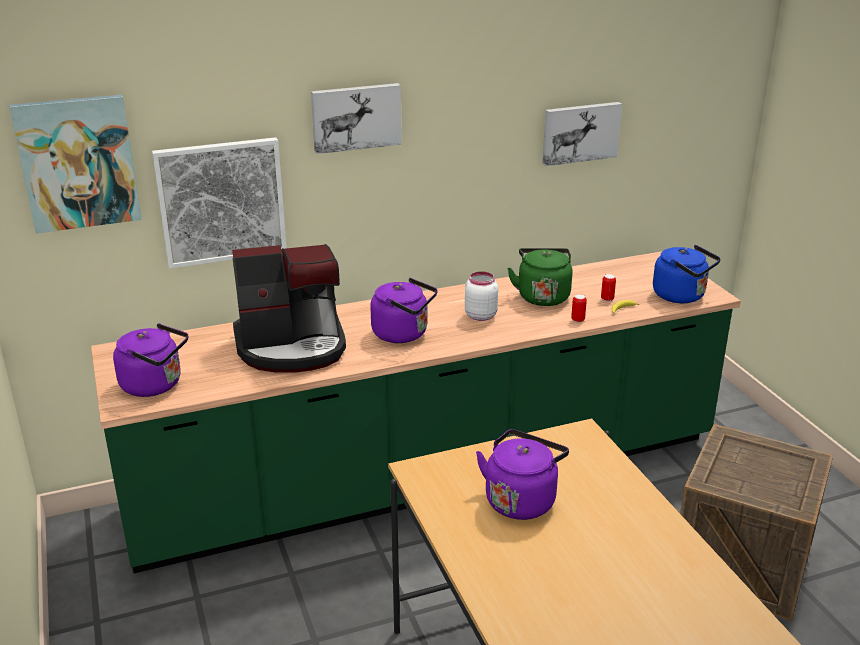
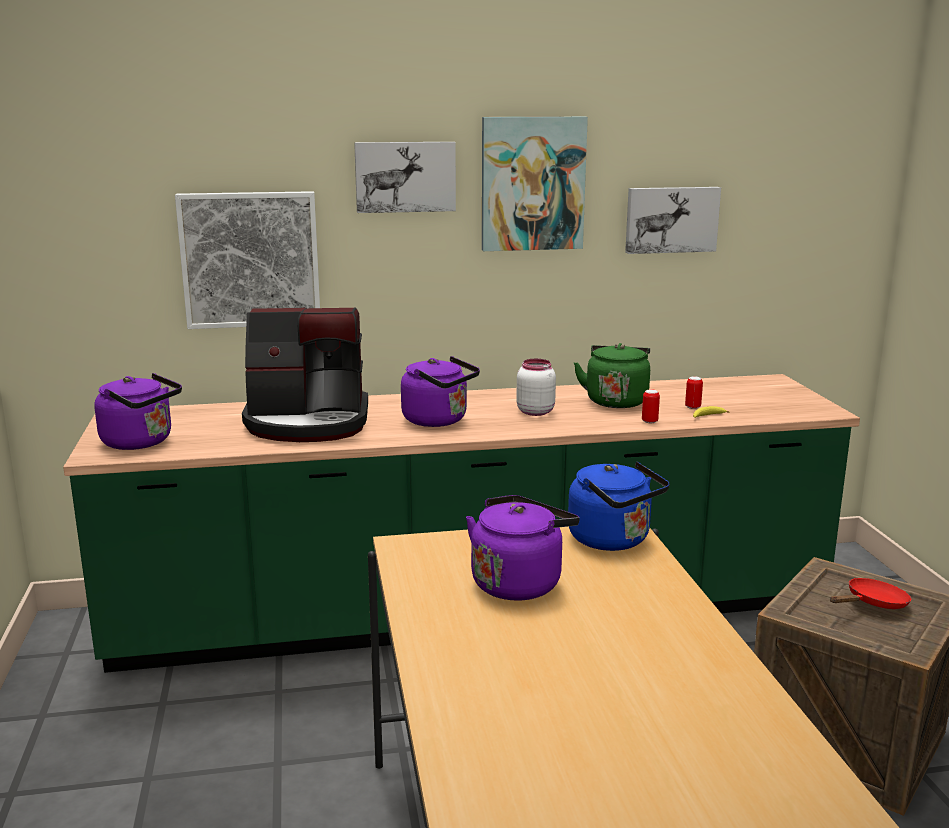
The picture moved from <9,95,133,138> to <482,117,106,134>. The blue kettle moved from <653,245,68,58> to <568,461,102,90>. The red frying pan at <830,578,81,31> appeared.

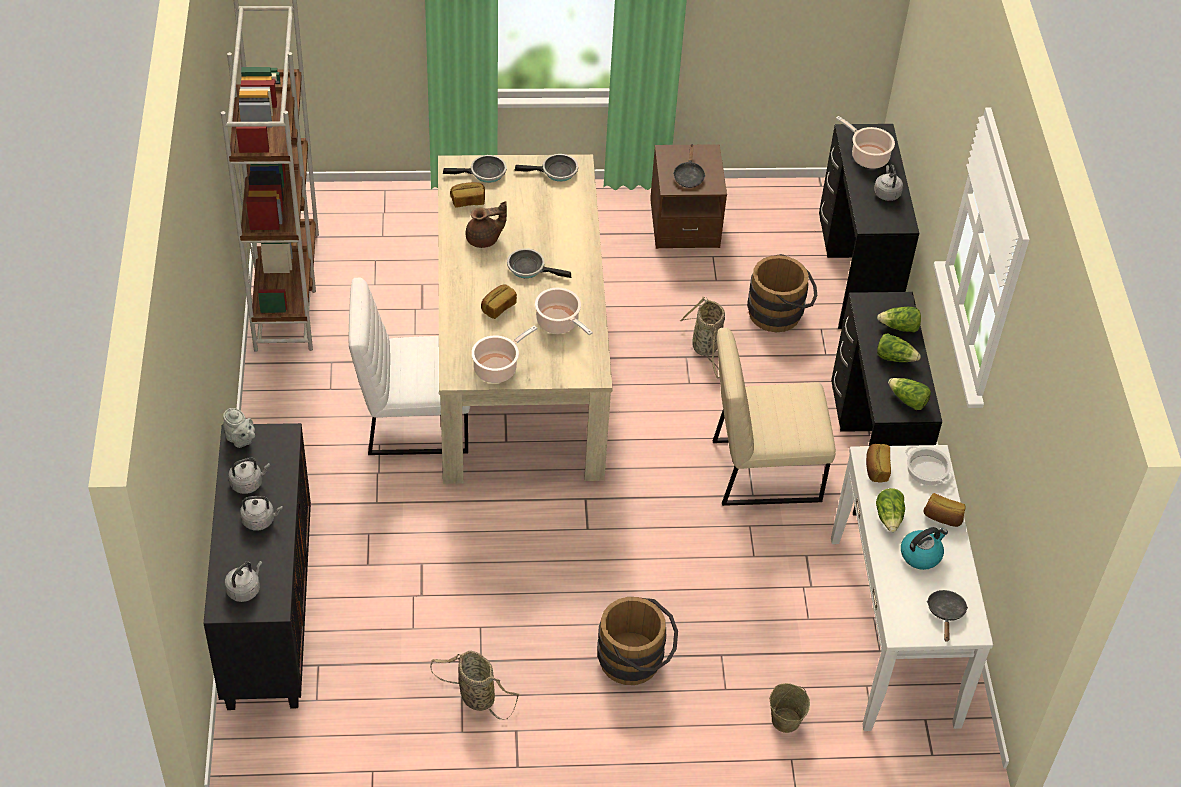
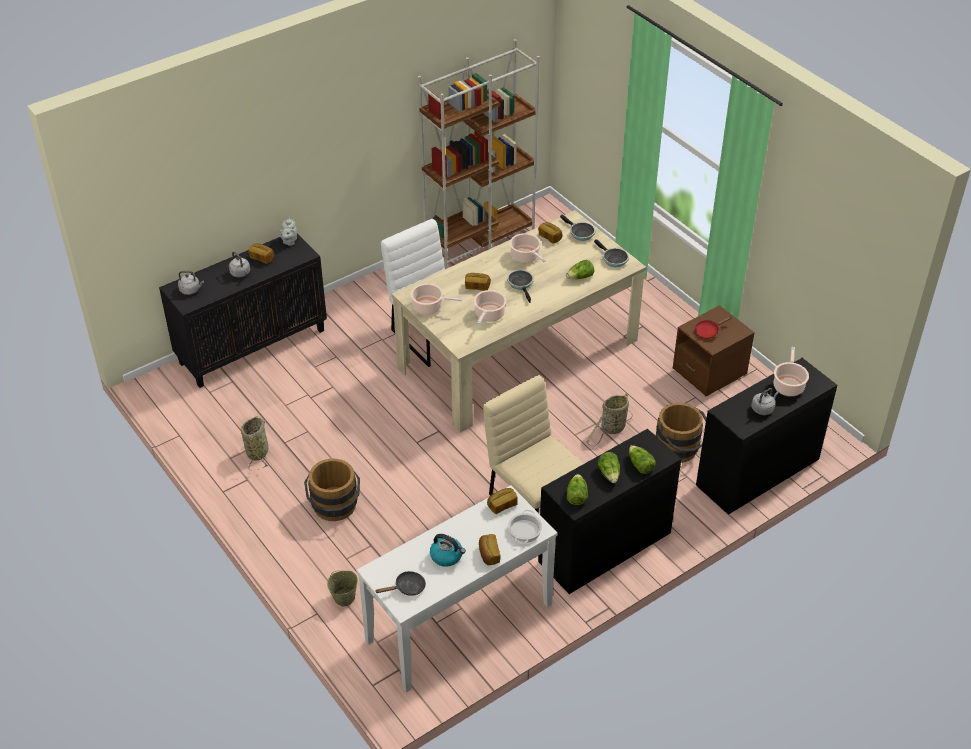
The grey kettle at <228,457,42,37> was replaced by the bread at <248,244,26,20>. The brown teapot at <466,201,41,47> was replaced by the cooking pot at <510,233,36,30>. The lettuce moved from <876,488,29,44> to <566,260,28,19>. The black frying pan at <673,144,32,44> became the red frying pan at <694,316,38,23>.

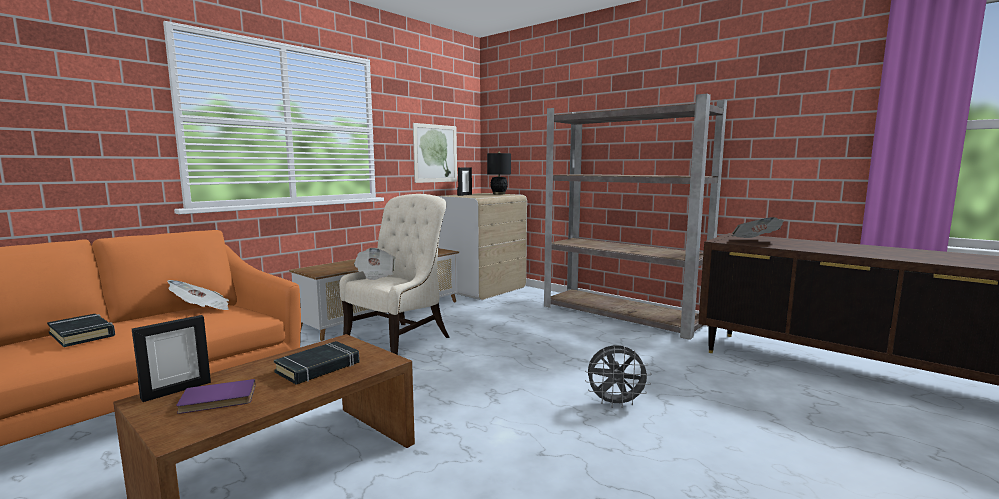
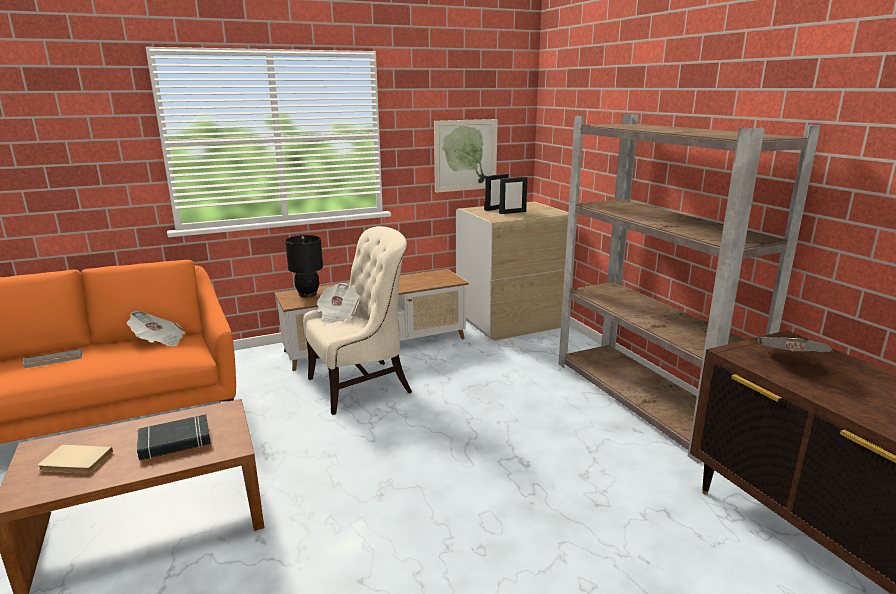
The black book at <47,314,68,33> was replaced by the grey tray at <23,348,59,21>. The purple book at <176,379,80,35> became the beige book at <38,445,75,29>. The black table lamp moved from <487,151,24,43> to <285,235,38,62>. The picture frame moved from <132,315,79,87> to <499,177,29,37>. The grey fan at <585,345,66,63> disappeared.

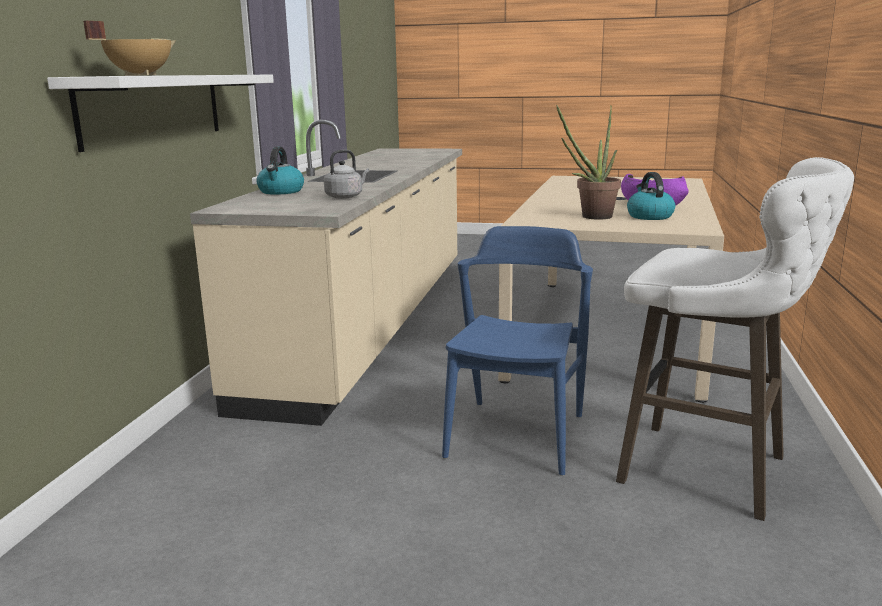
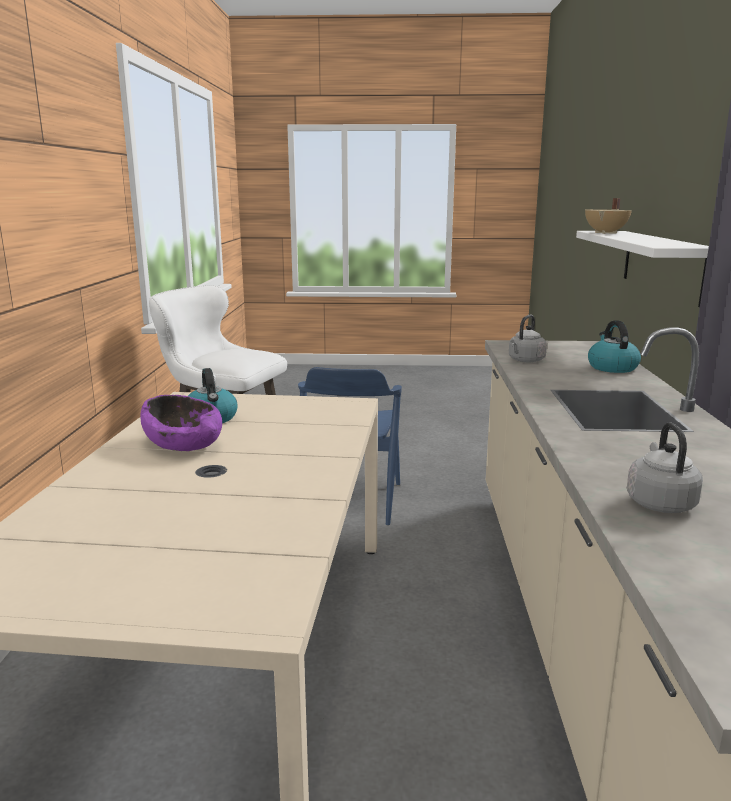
The grey kettle at <627,422,76,91> appeared. The potted plant at <556,105,65,115> disappeared.

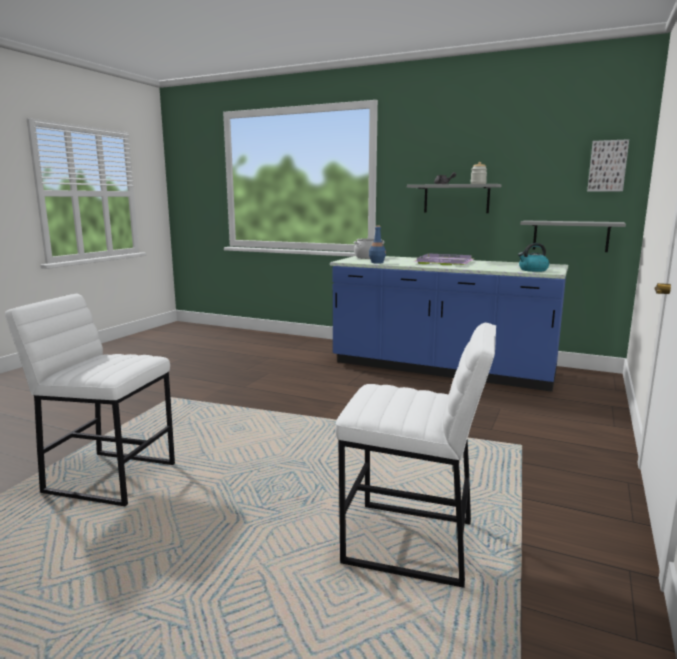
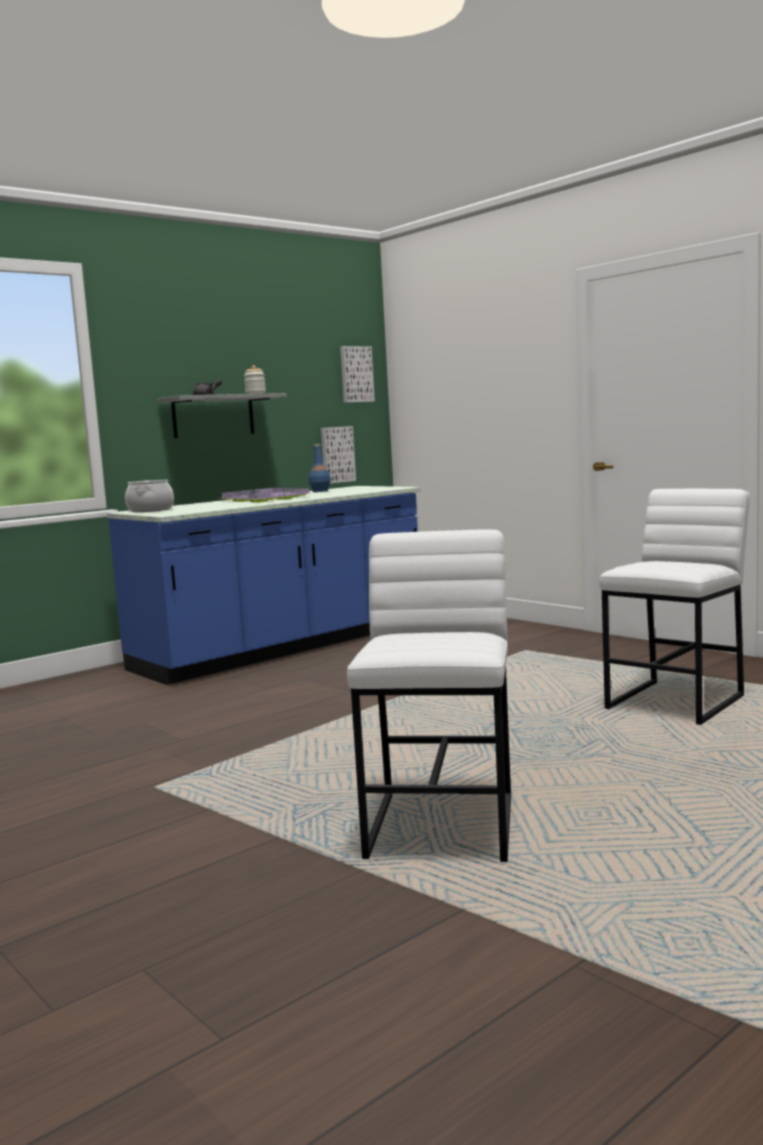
The blue bottle moved from <369,226,17,38> to <309,444,22,48>. The grey shelf at <520,220,106,32> was replaced by the picture at <321,426,35,58>. The white chair at <5,294,170,212> turned 150 degrees clockwise. The kettle at <518,243,31,29> disappeared.

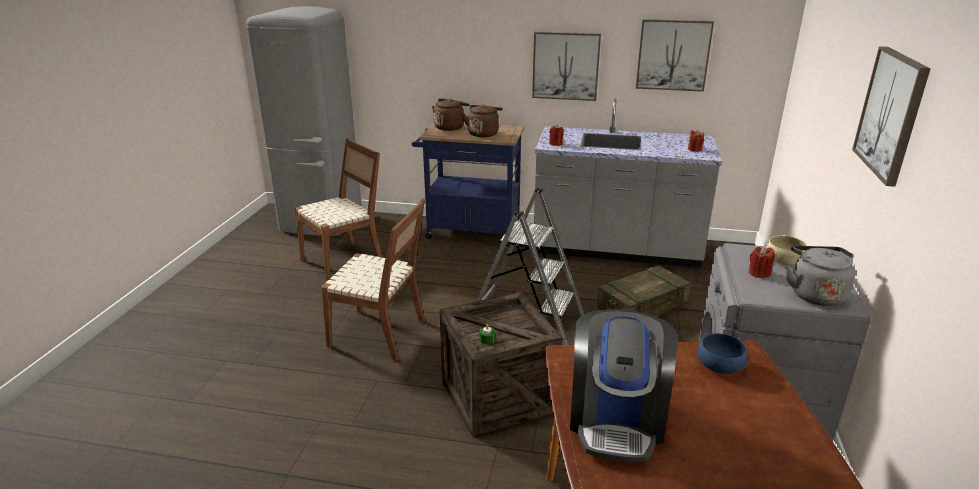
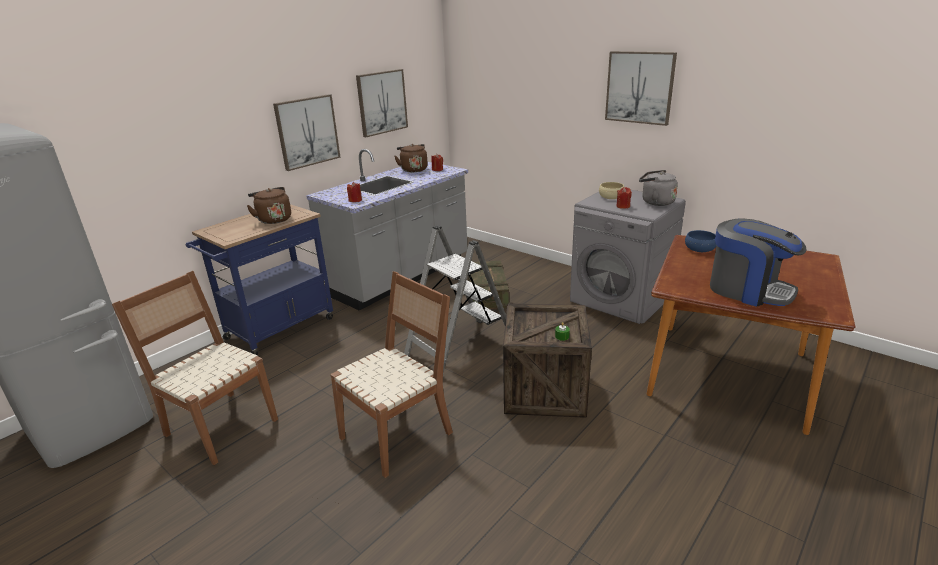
The chair at <295,138,88,143> turned 45 degrees counterclockwise. The brown kettle moved from <432,99,37,32> to <395,144,33,28>.

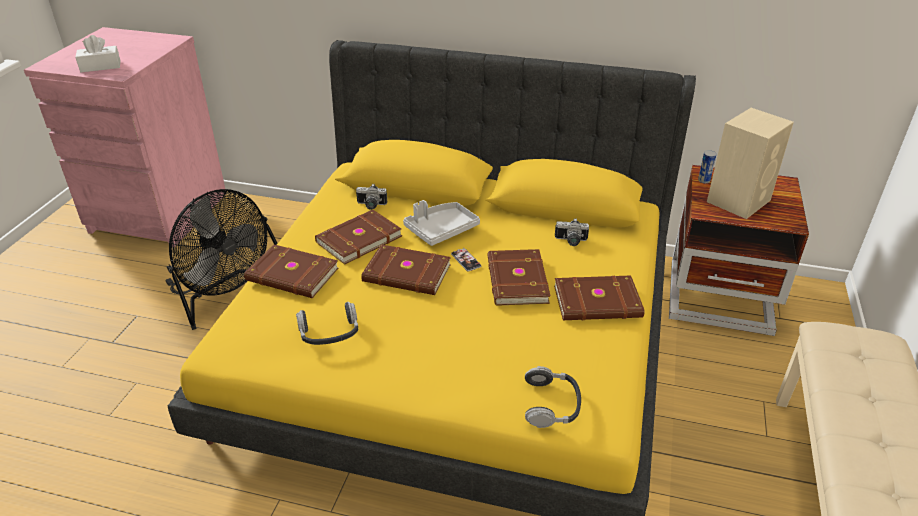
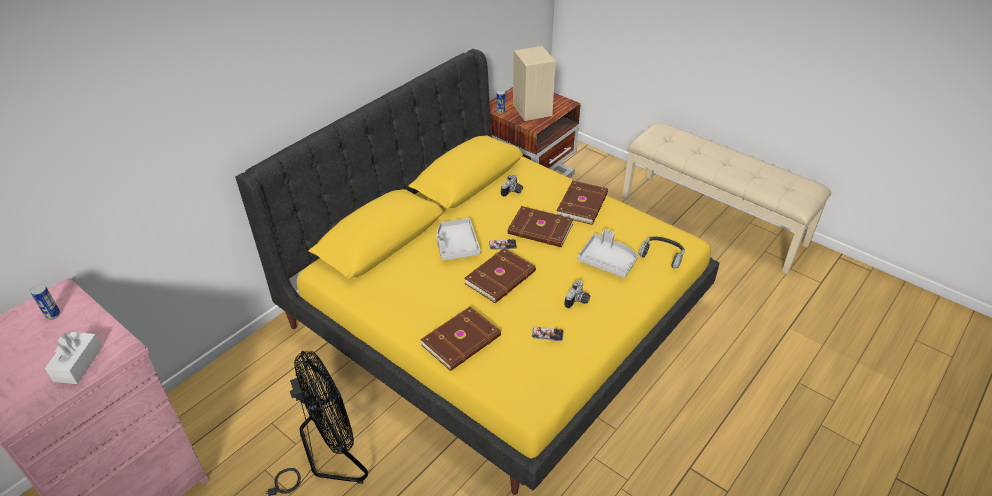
The can at <30,284,30,36> appeared. The headphones at <296,302,62,43> was replaced by the phone at <532,326,32,15>. The photo camera moved from <356,184,31,26> to <564,280,26,29>. The grey tray at <577,229,61,49> appeared. The brown book at <315,210,87,54> disappeared.

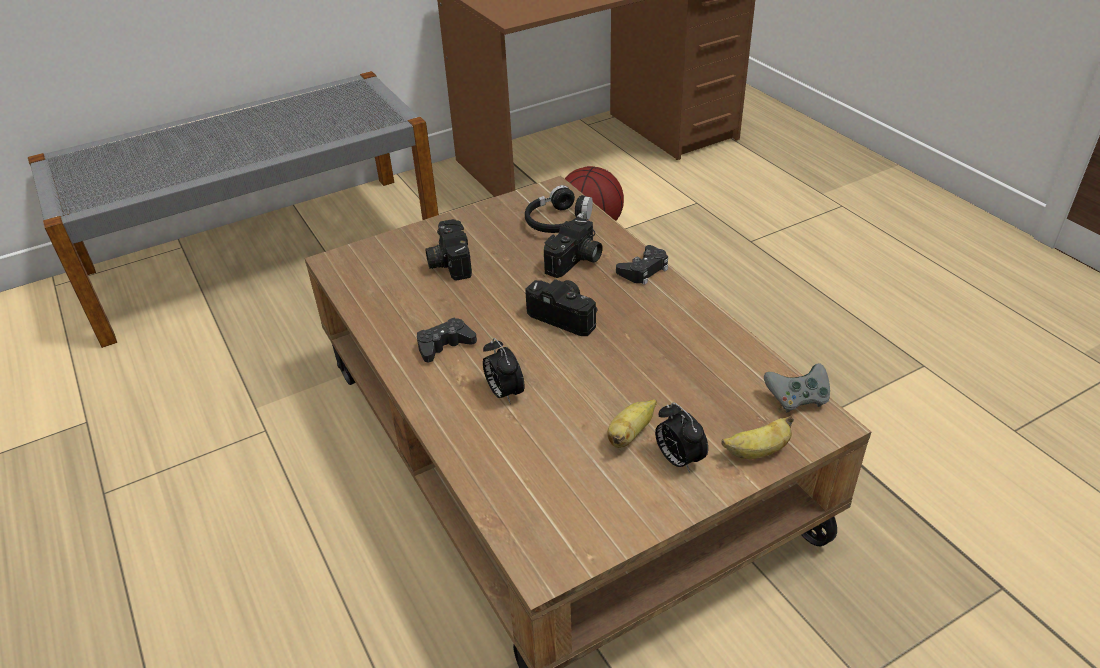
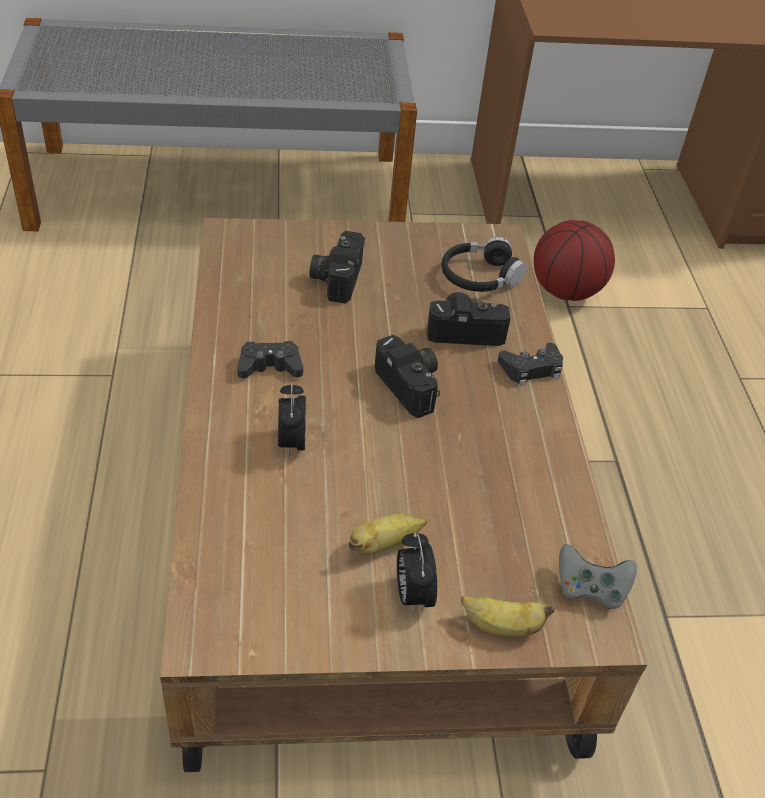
The photo camera at <544,218,59,60> turned 150 degrees counterclockwise.

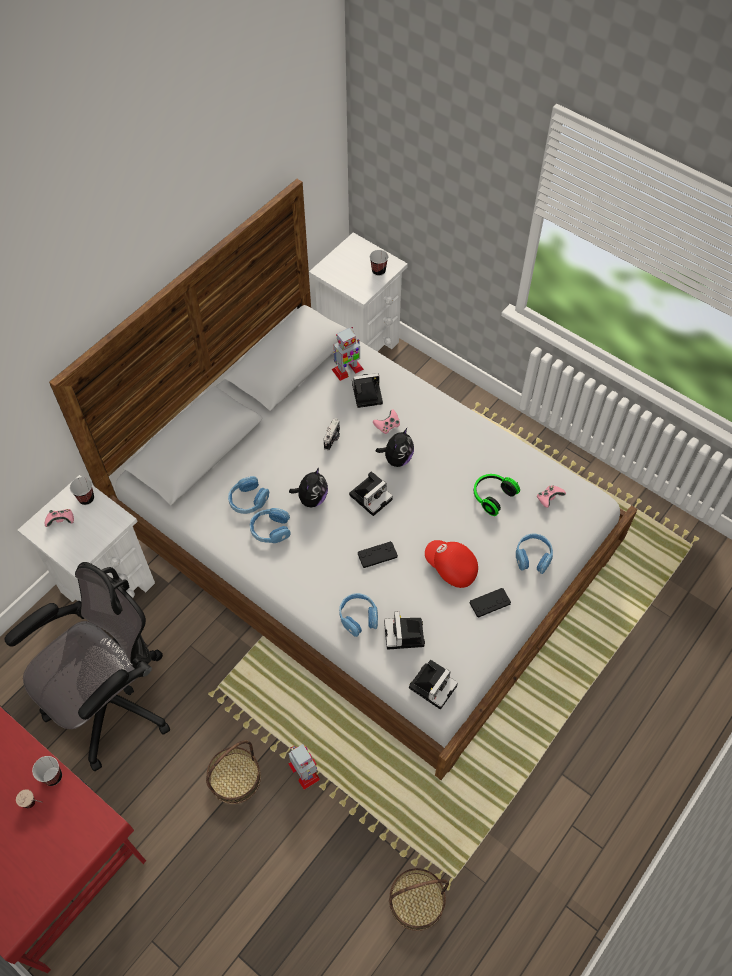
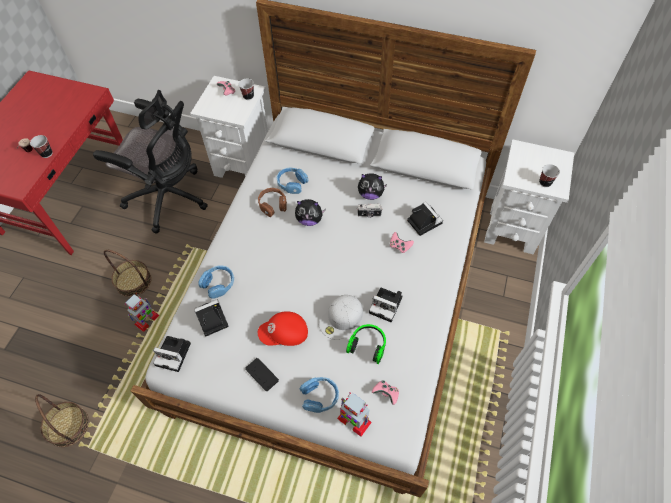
The blue headphones at <250,508,41,35> became the brown headphones at <258,188,29,29>. The red cap at <425,540,53,48> turned 120 degrees counterclockwise. The white cap at <319,295,44,45> appeared. The toy robot moved from <331,327,33,54> to <337,392,35,45>. The plush toy moved from <376,428,38,39> to <358,173,29,27>. The photo camera moved from <349,471,44,45> to <369,287,33,35>. The black game controller at <358,541,40,27> disappeared.

